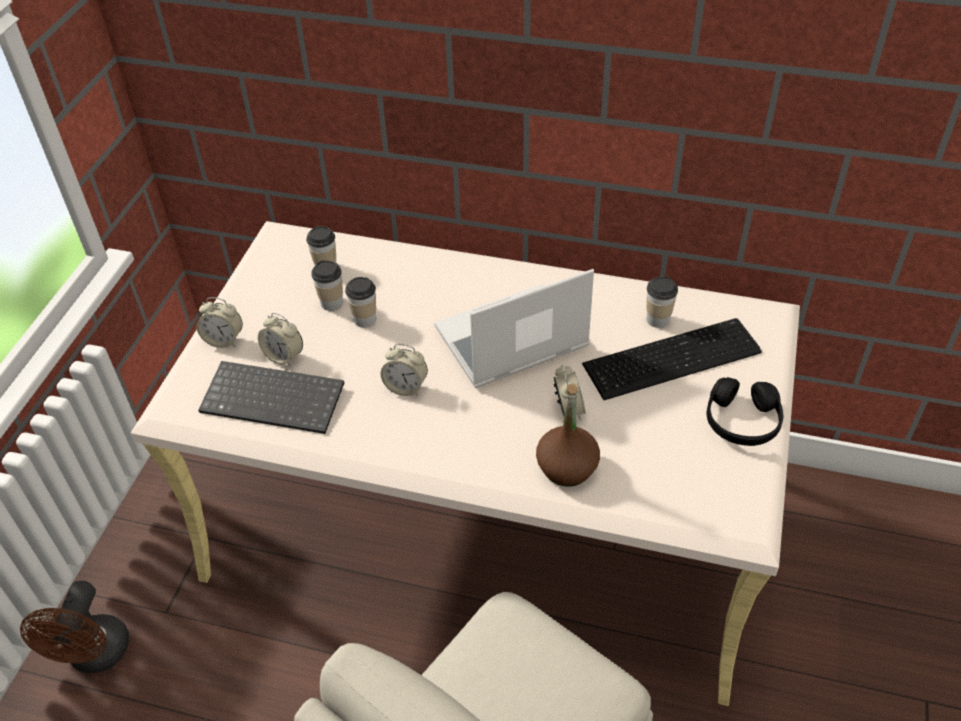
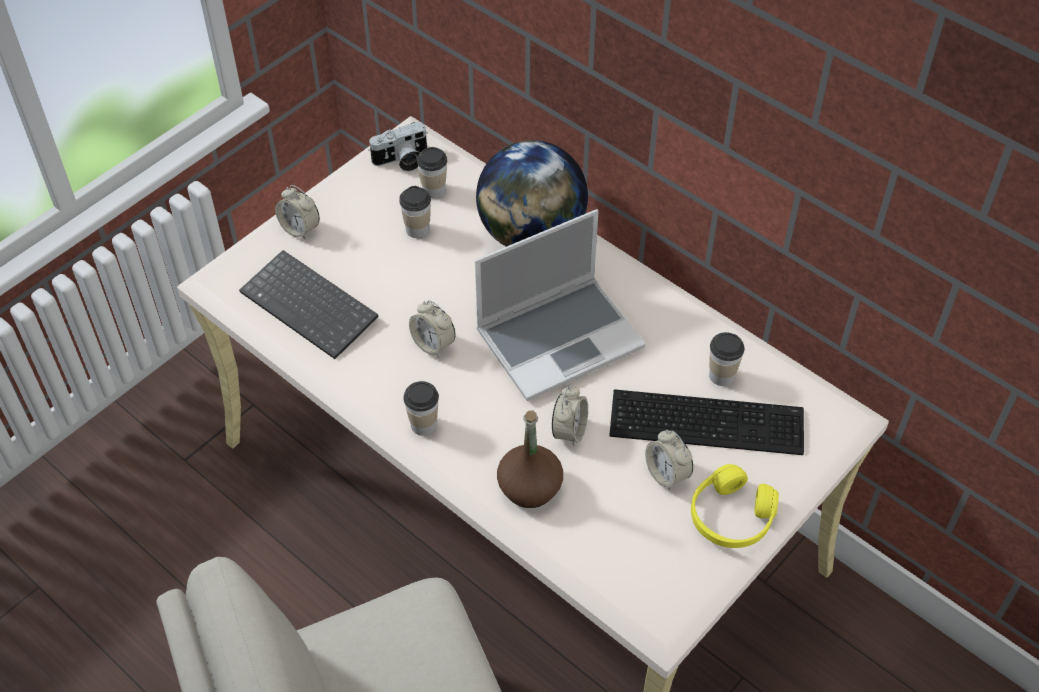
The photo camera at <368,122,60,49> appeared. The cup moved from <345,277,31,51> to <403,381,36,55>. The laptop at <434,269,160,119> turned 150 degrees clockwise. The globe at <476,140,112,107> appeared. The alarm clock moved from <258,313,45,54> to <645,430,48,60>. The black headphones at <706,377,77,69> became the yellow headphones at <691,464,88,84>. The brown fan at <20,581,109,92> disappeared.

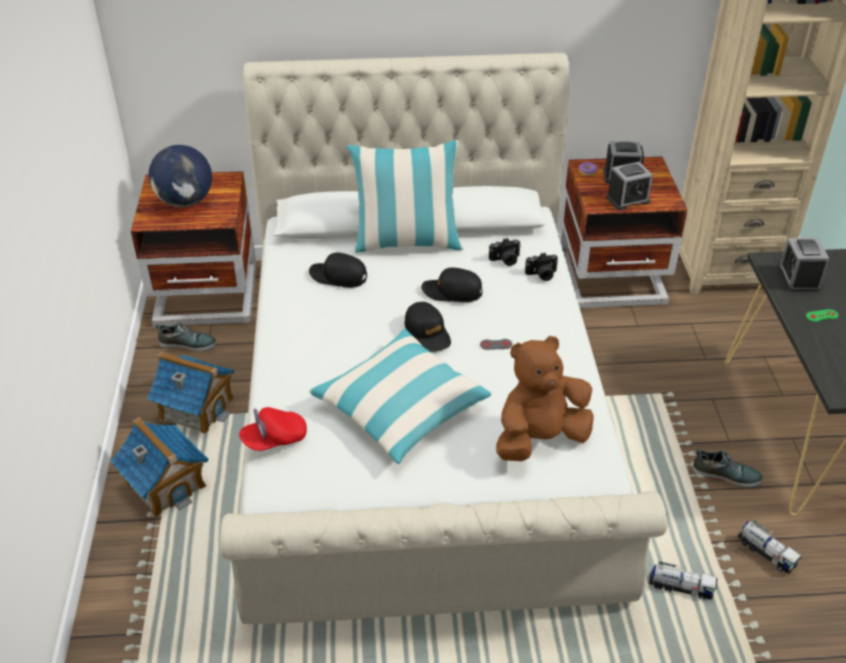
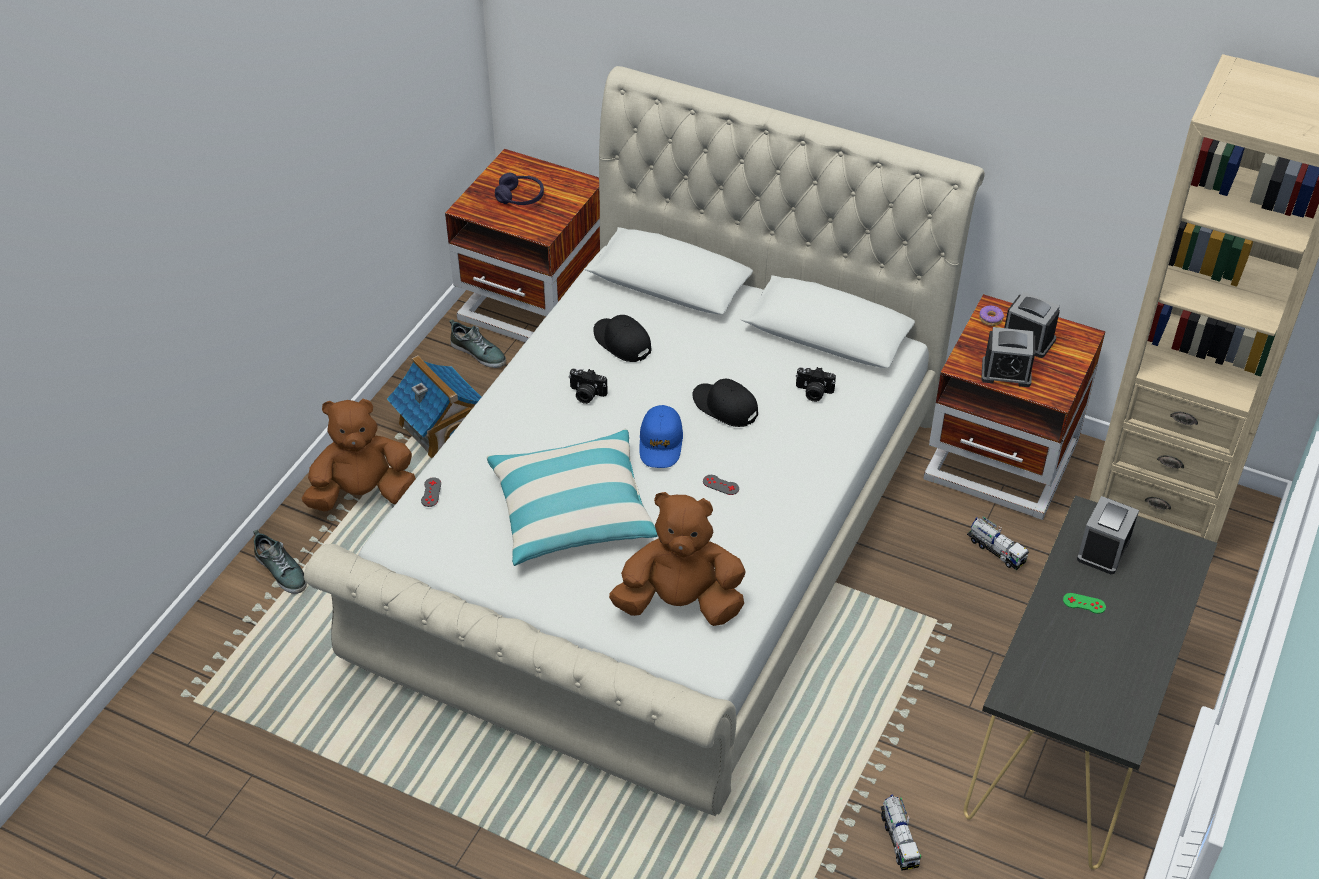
The shoe moved from <693,449,69,38> to <253,530,54,64>. The toy house at <110,417,98,101> was replaced by the brown plush toy at <302,399,114,112>. The red cap at <239,407,68,44> was replaced by the grey game controller at <421,477,20,30>. The globe at <148,145,64,62> was replaced by the purple headphones at <495,173,49,32>. The photo camera moved from <525,253,33,28> to <569,369,39,35>. The black cap at <404,302,47,50> became the blue cap at <639,405,44,63>. The toy truck moved from <649,561,68,39> to <967,516,62,54>. The pillow at <346,140,118,112> disappeared.

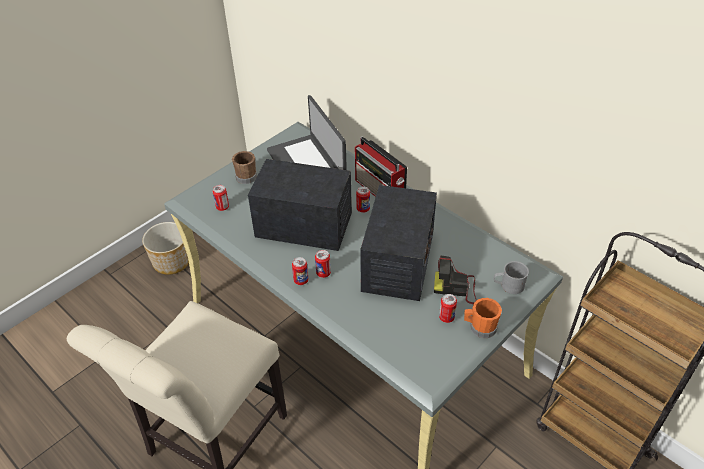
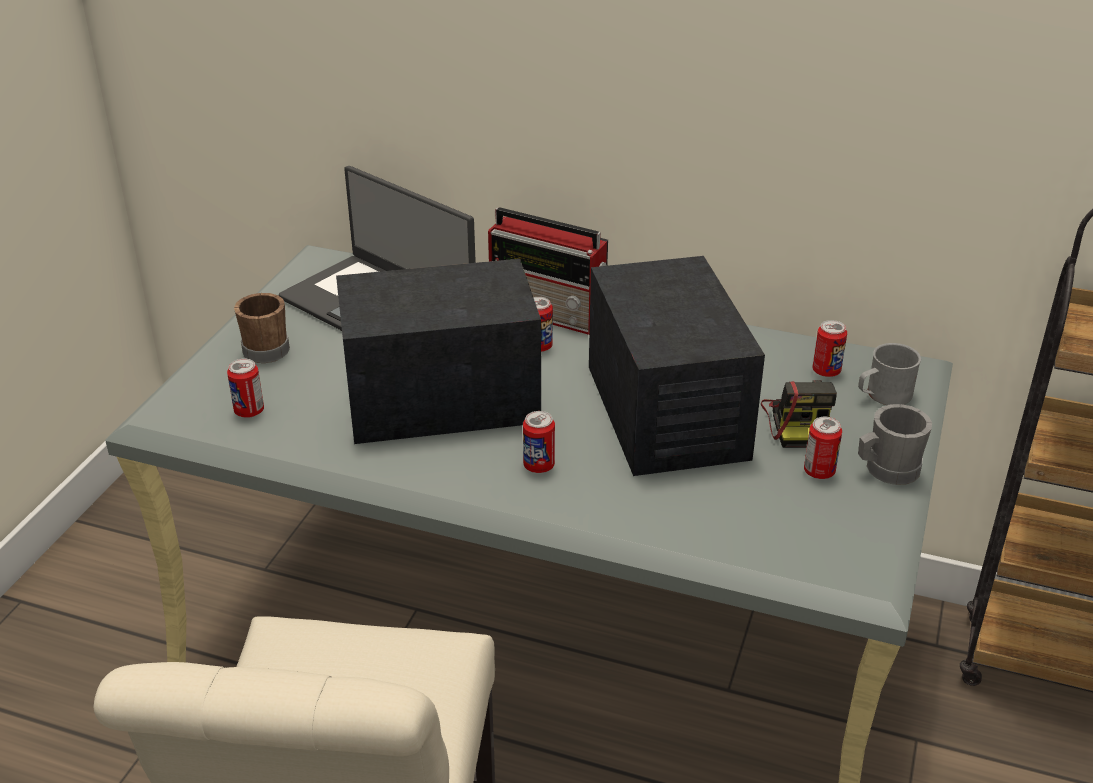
The photo camera at <434,256,43,48> turned 75 degrees counterclockwise. The can moved from <292,257,17,28> to <812,320,35,57>. The orange mug at <464,298,38,40> became the grey mug at <858,404,74,81>. The planter at <142,222,47,53> disappeared.

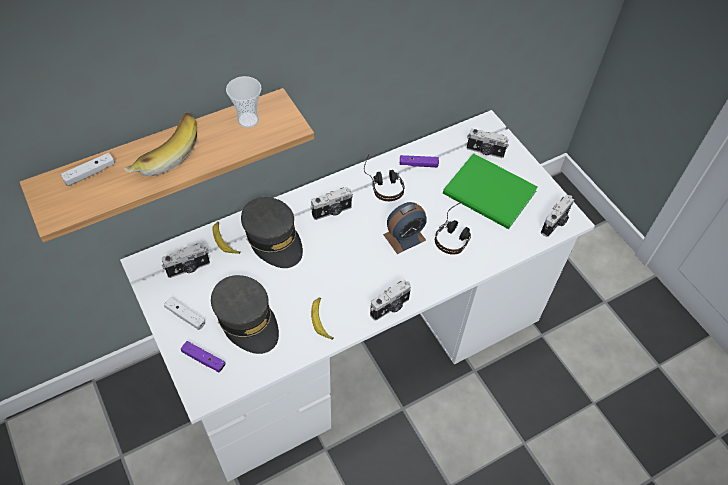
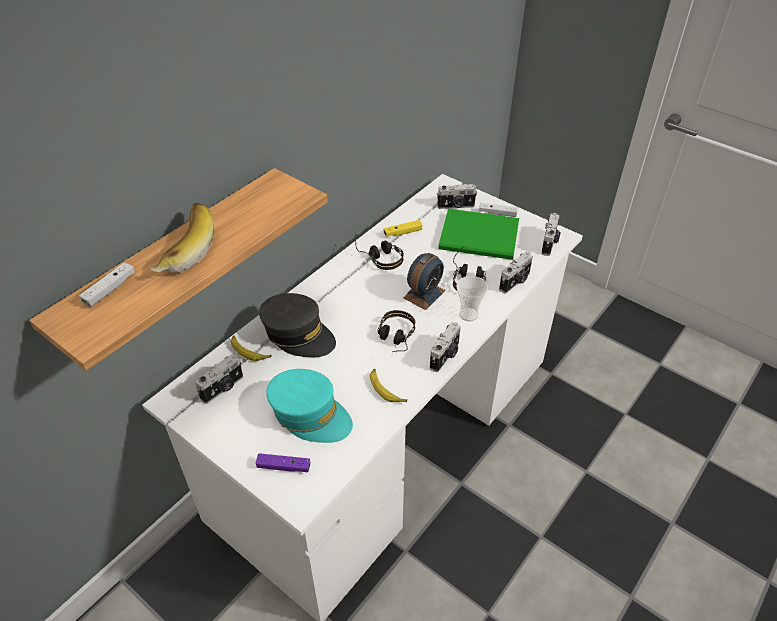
The grey cap at <211,275,68,79> became the turquoise cap at <266,369,87,74>. The headphones at <377,310,38,42> appeared. The purple game controller at <400,155,39,12> became the yellow game controller at <384,220,38,17>. The cup moved from <226,76,36,52> to <456,276,32,45>. The white game controller moved from <164,297,41,33> to <479,203,39,14>. The photo camera moved from <311,187,42,33> to <499,252,34,42>.

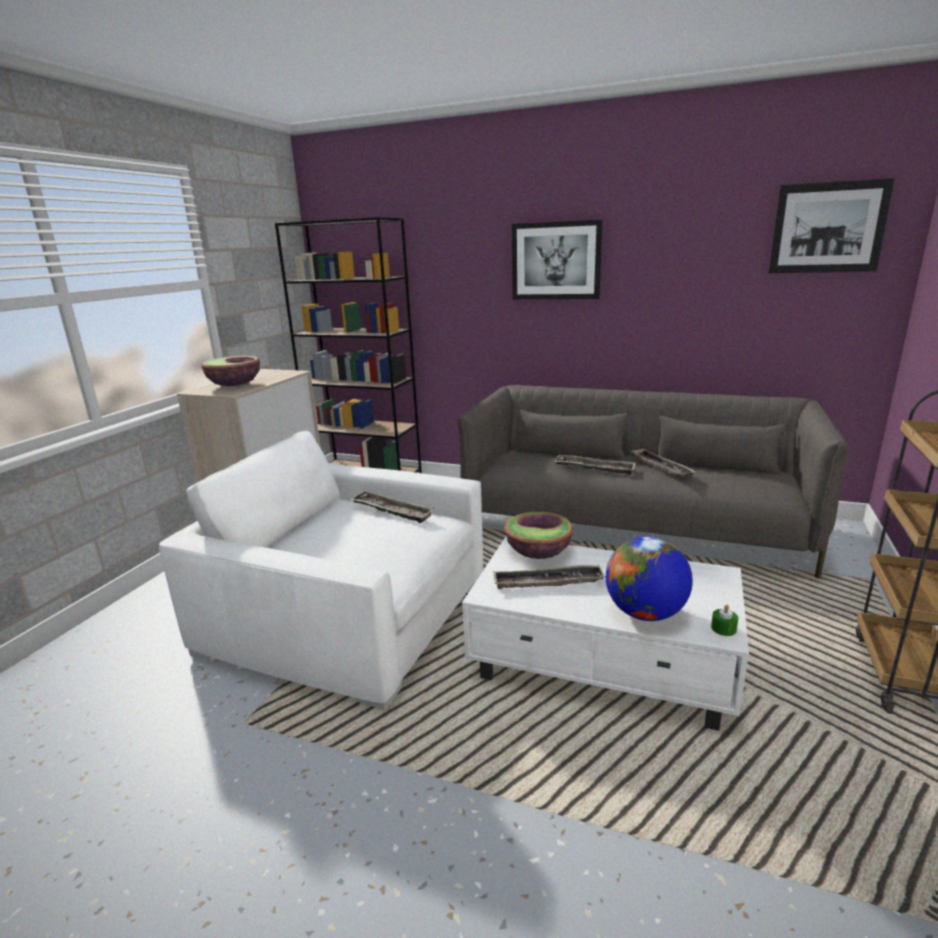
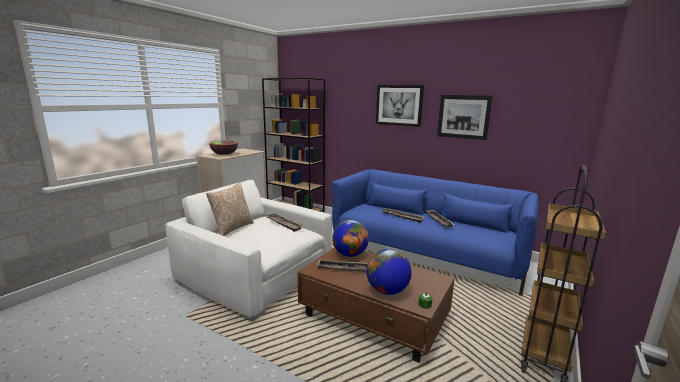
The pillow at <206,183,48,53> appeared. The white coffee table at <462,536,287,195> became the brown coffee table at <298,247,157,116>. The grey sofa at <458,385,390,193> became the blue sofa at <332,169,207,127>. The bowl at <505,512,68,47> was replaced by the globe at <332,220,37,37>. The picture moved from <768,178,127,95> to <437,95,56,45>.

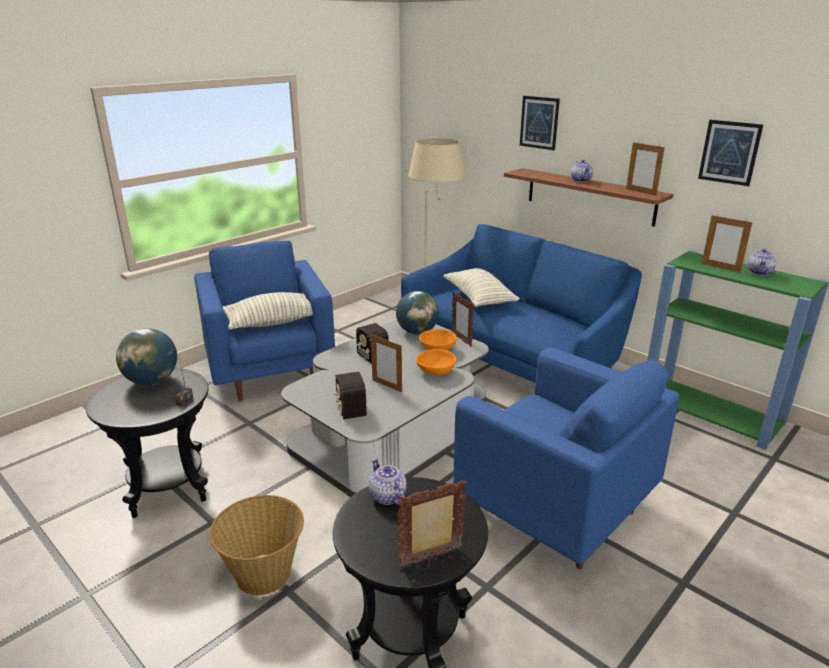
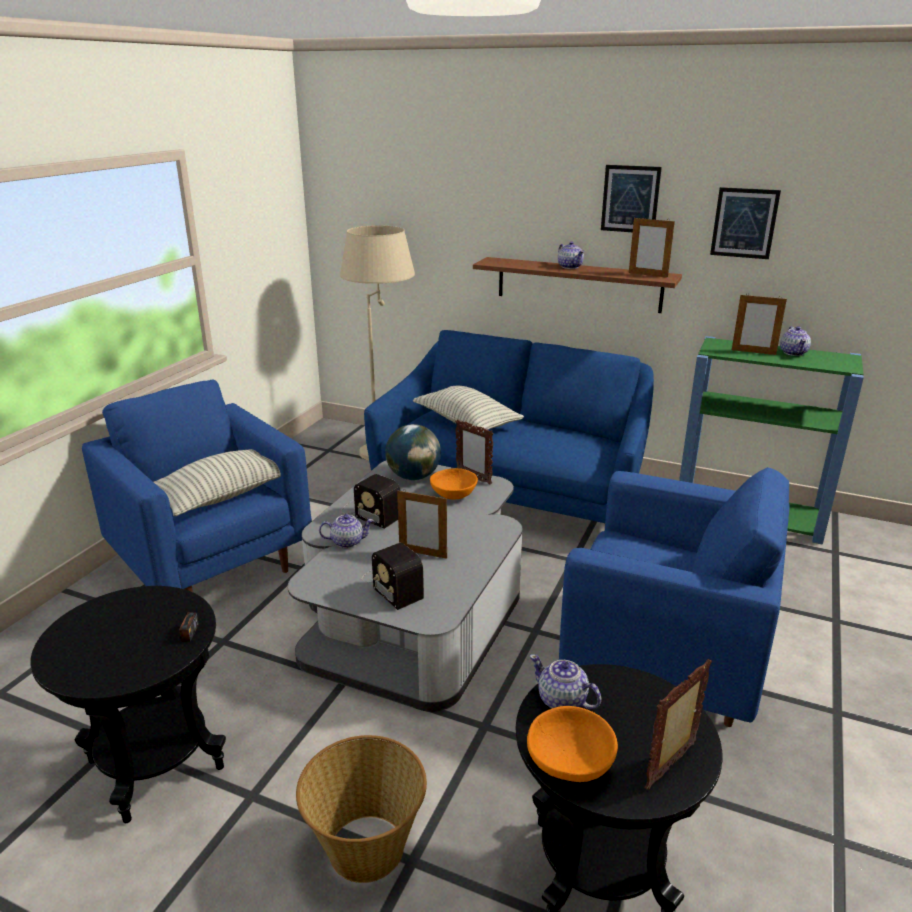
The teapot at <319,514,55,34> appeared. The orange bowl moved from <416,349,40,26> to <527,706,91,76>. The picture moved from <520,96,40,54> to <601,165,61,67>. The globe at <116,328,61,57> disappeared.

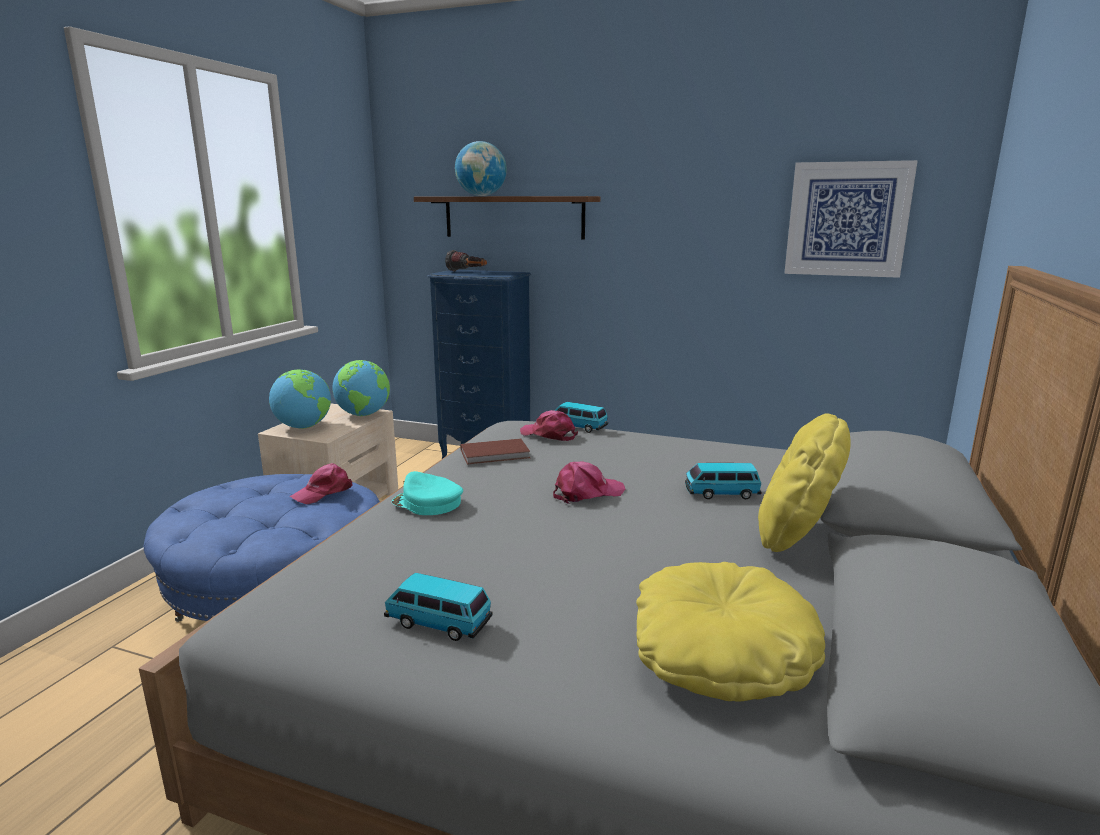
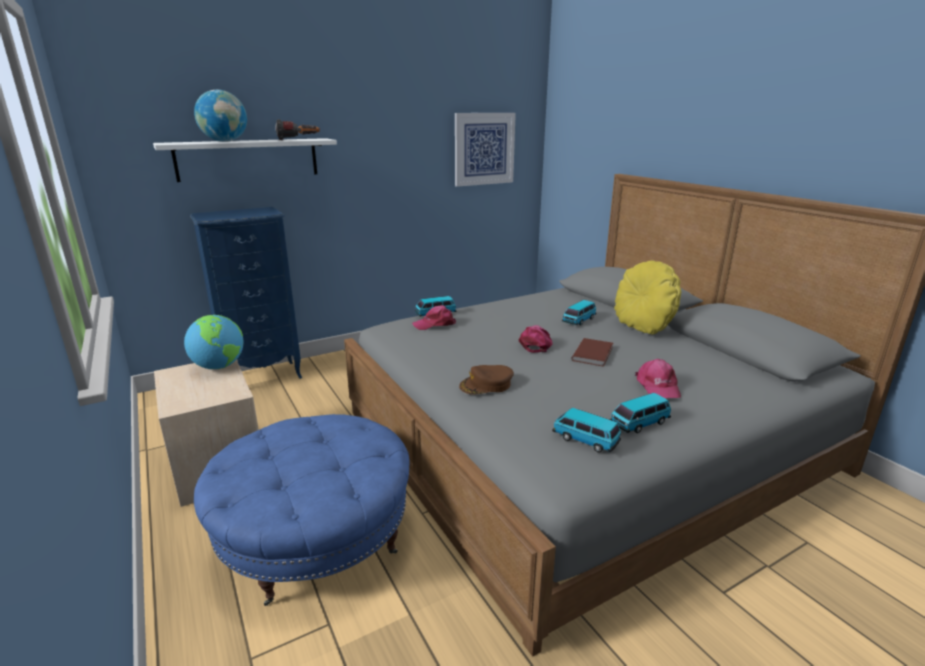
The brown shelf at <414,196,186,43> became the white shelf at <153,138,184,44>. The flashlight moved from <445,250,42,21> to <276,119,44,21>. The turquoise cap at <391,471,72,44> became the brown cap at <459,365,55,30>. The toy car at <552,408,69,45> appeared. The brown book moved from <460,439,70,26> to <571,338,42,29>. The pink cap moved from <290,463,63,41> to <635,359,46,39>. The globe at <269,369,62,60> disappeared. The yellow pillow at <636,562,189,140> disappeared.

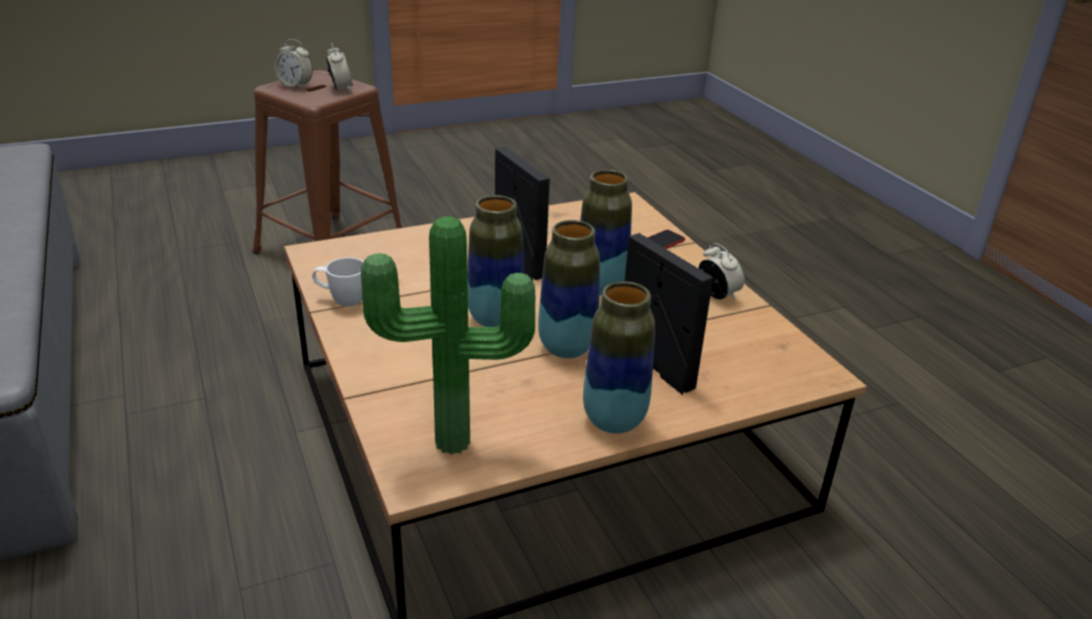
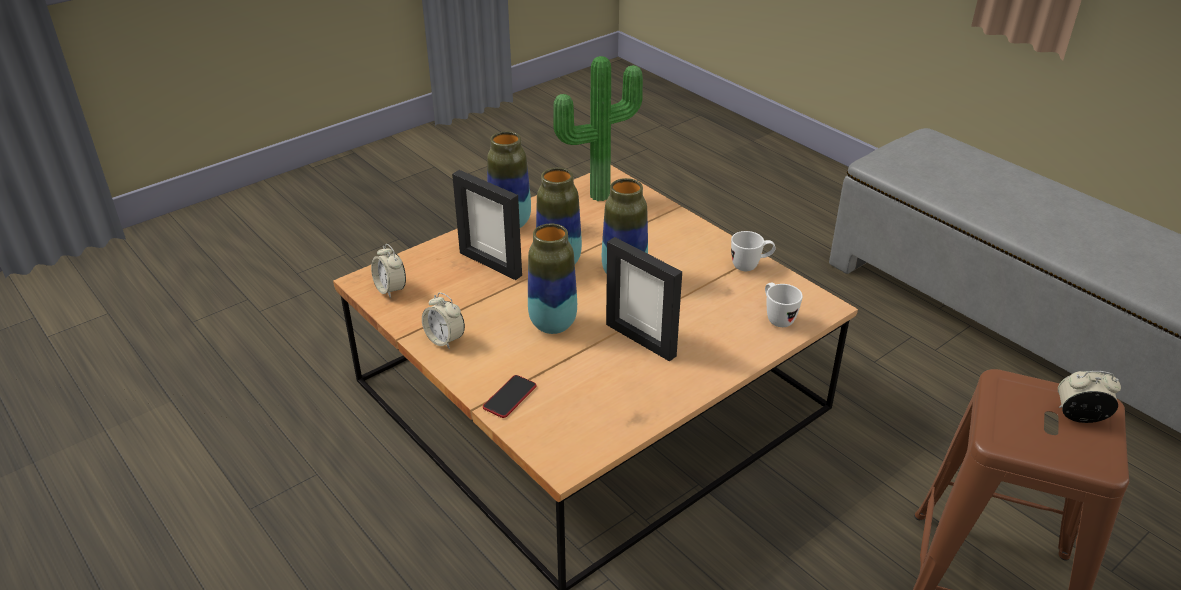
The alarm clock moved from <326,43,27,49> to <371,244,35,54>. The white mug at <765,283,38,44> appeared.

